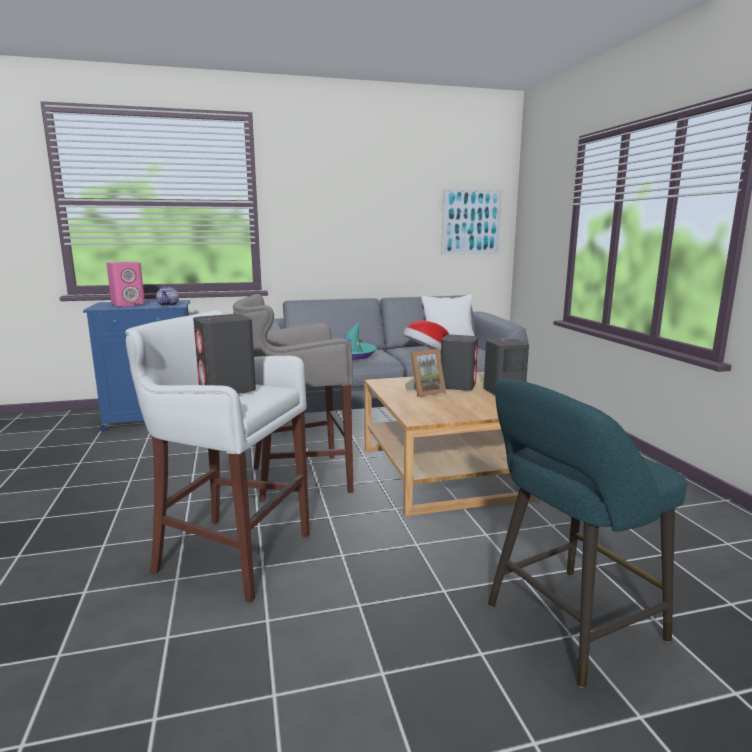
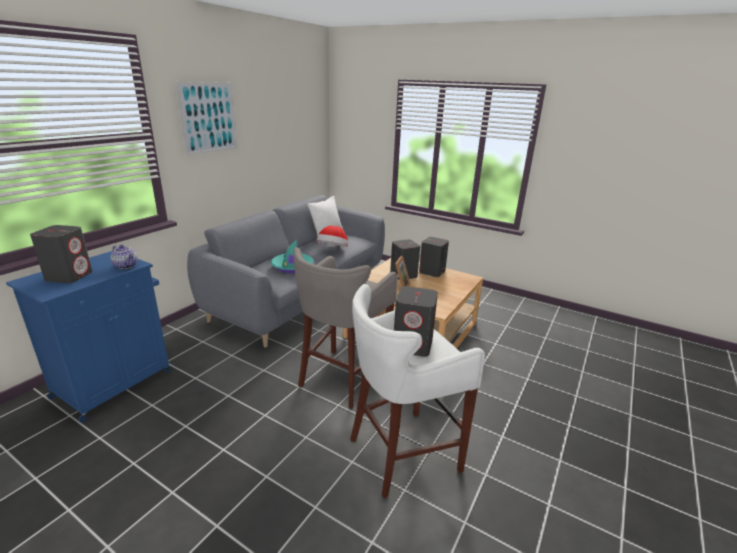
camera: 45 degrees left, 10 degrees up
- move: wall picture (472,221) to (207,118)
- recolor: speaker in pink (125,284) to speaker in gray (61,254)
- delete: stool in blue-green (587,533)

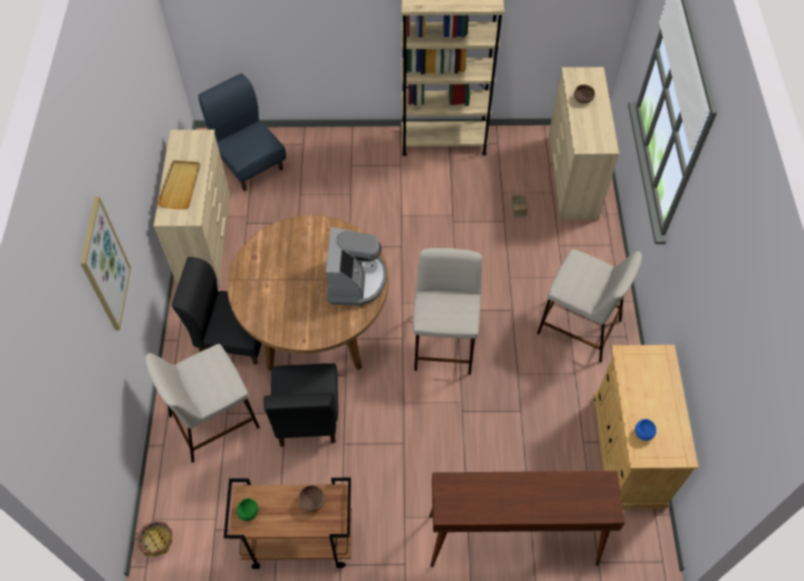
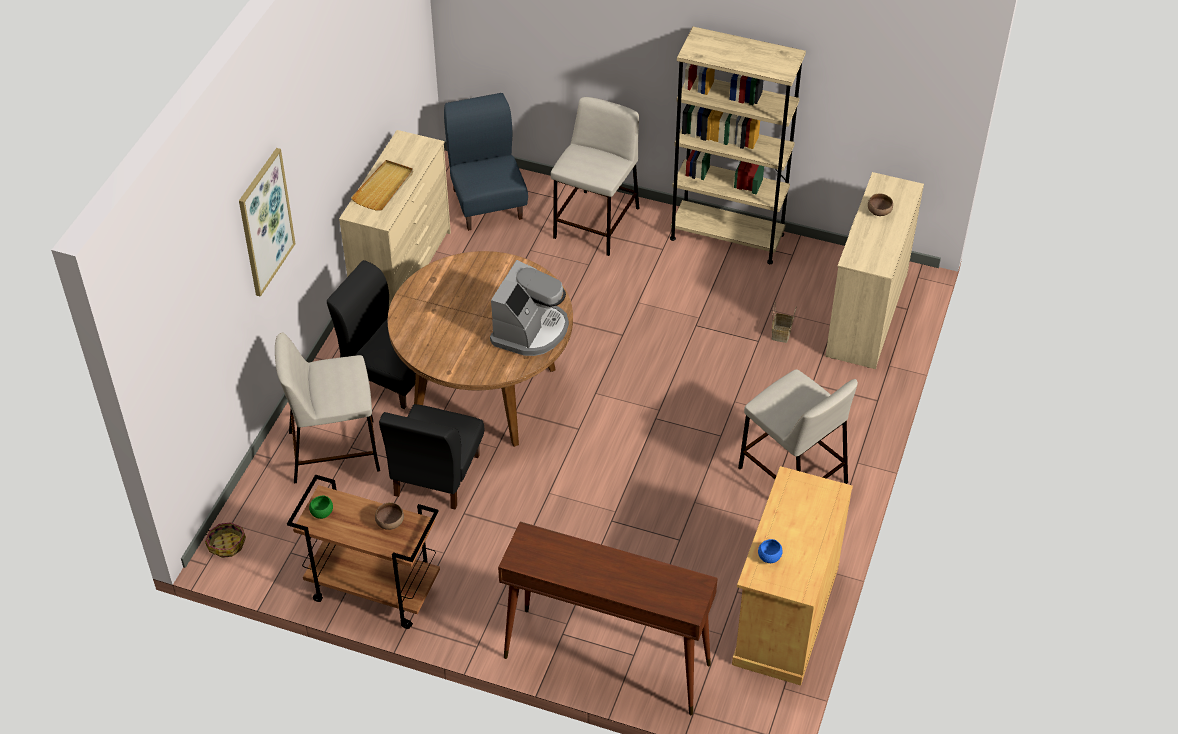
camera: 20 degrees right, 10 degrees down
- move: stool in sand-coloured (447,311) to (595,176)

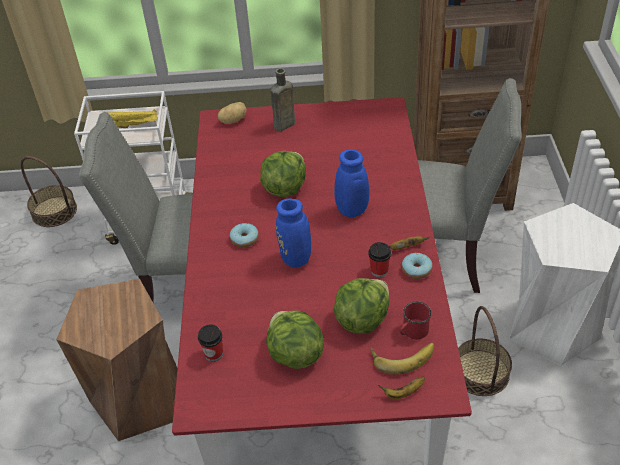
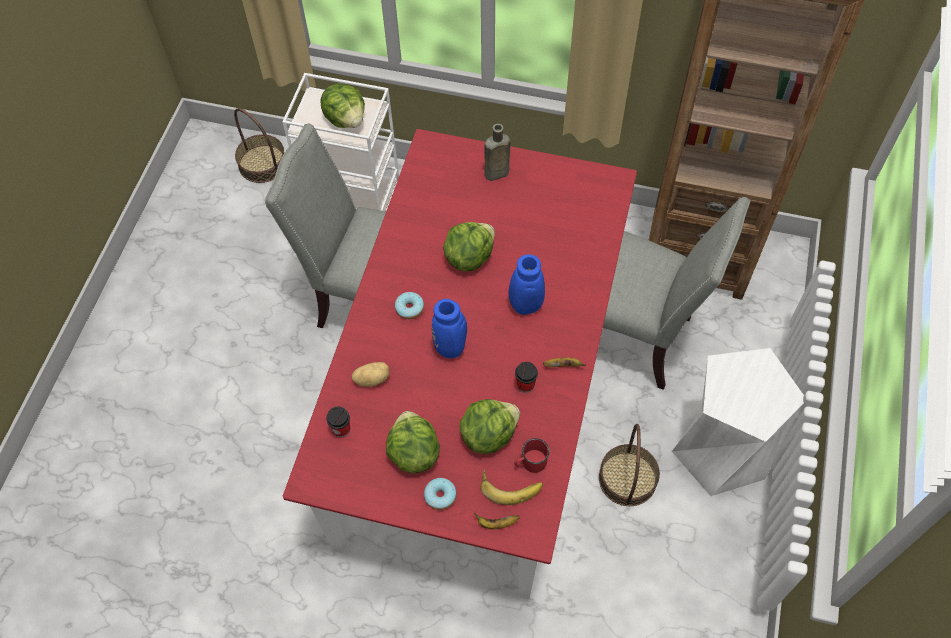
camera: 15 degrees right, 15 degrees up
- move: spud (232,113) to (370,374)
- replace: tray in yellowish (130,118) to head of lettuce (343,105)
- move: doughnut (417,266) to (440,494)
- delete: stool in brown-coloured (116,360)

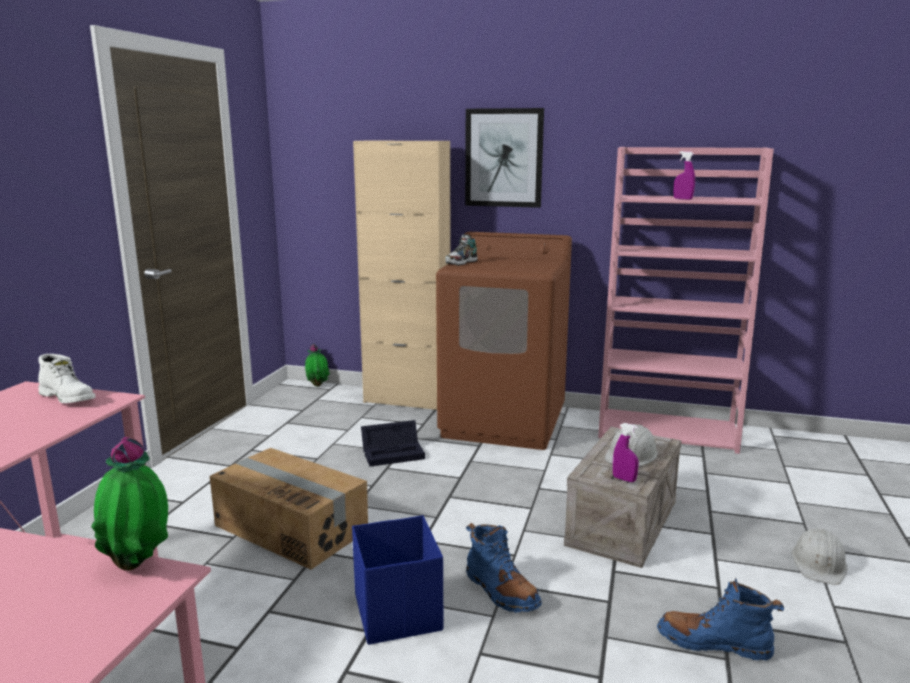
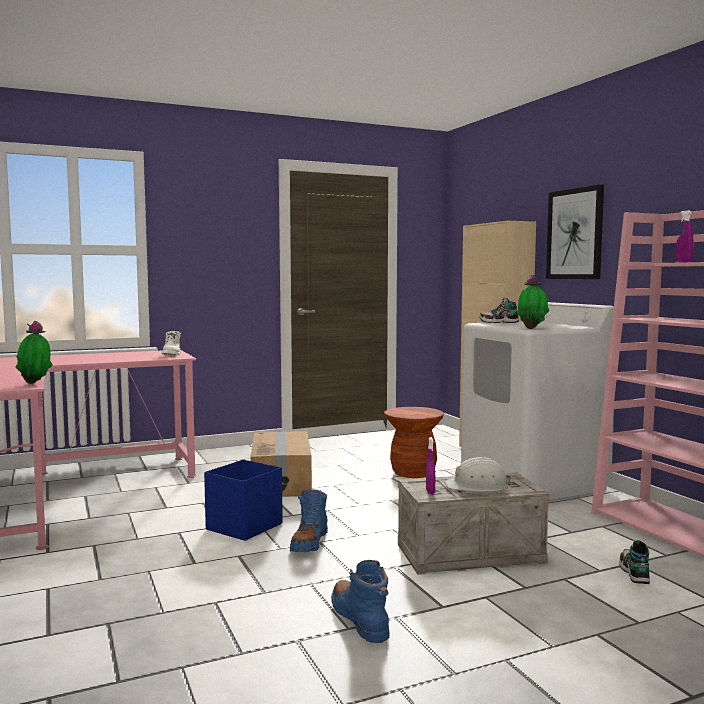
camera: 50 degrees right, 10 degrees down
- recolor: washing machine in brown-coloured (504,341) to washing machine in whitish (537,401)
- move: plant in a pot (317,365) to (533,302)
- replace: storage bin in black-coloured (393,443) to stool in brown-coloured (414,442)
- delete: work helmet in whitish (819,556)
- insert: low shoe (634,562)

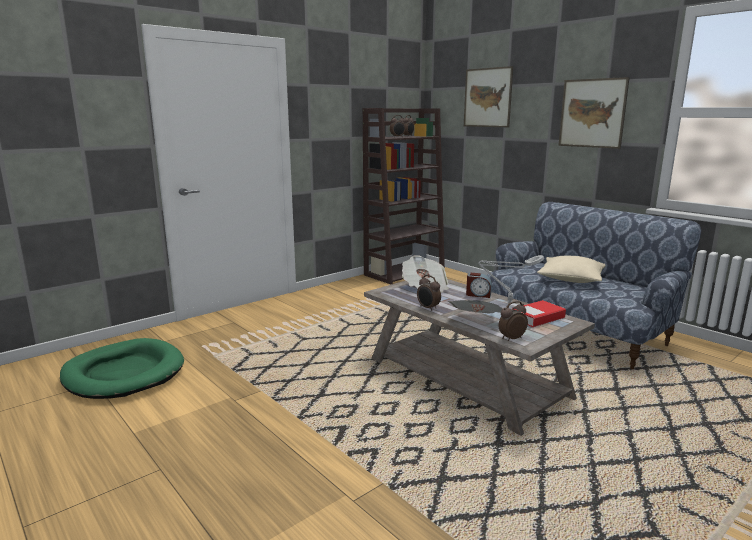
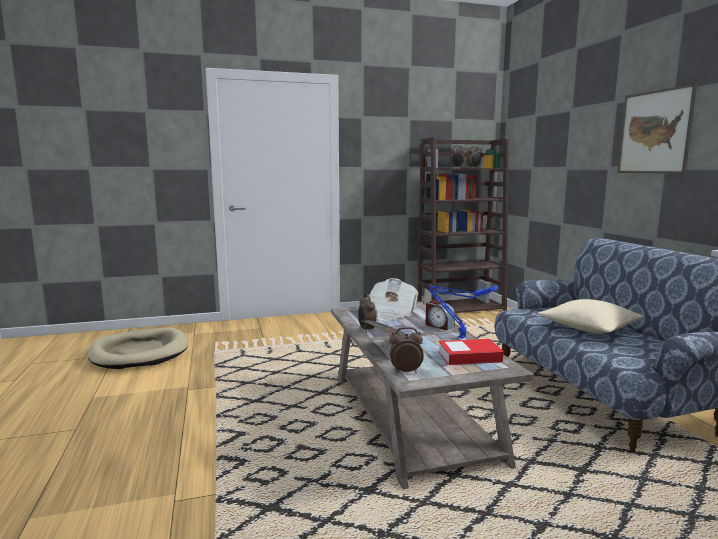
camera: 25 degrees right, 5 degrees down
- delete: wall picture (488,96)
- recolor: tabletop lamp in gray (511,279) to tabletop lamp in blue (463,312)
- recolor: dog bed in green-coloured (122,368) to dog bed in sand-coloured (138,348)

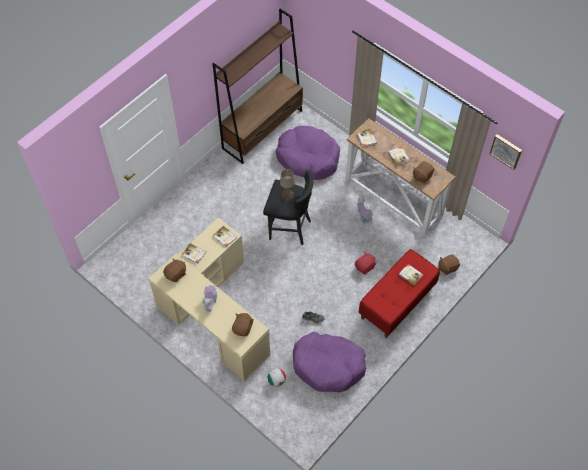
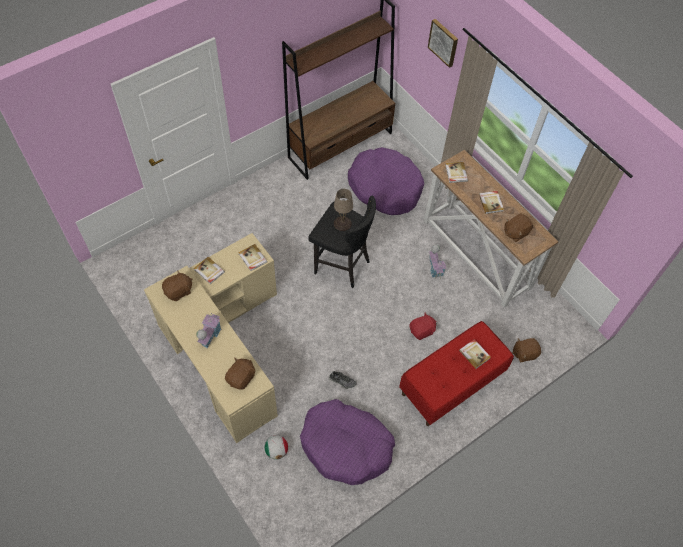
camera: 10 degrees right, 0 degrees up
- move: wall picture (506,152) to (443,43)

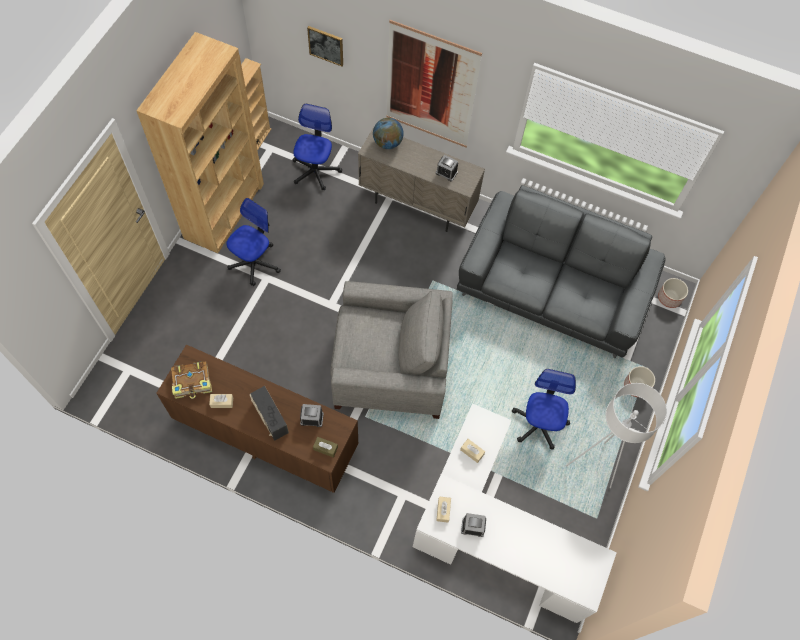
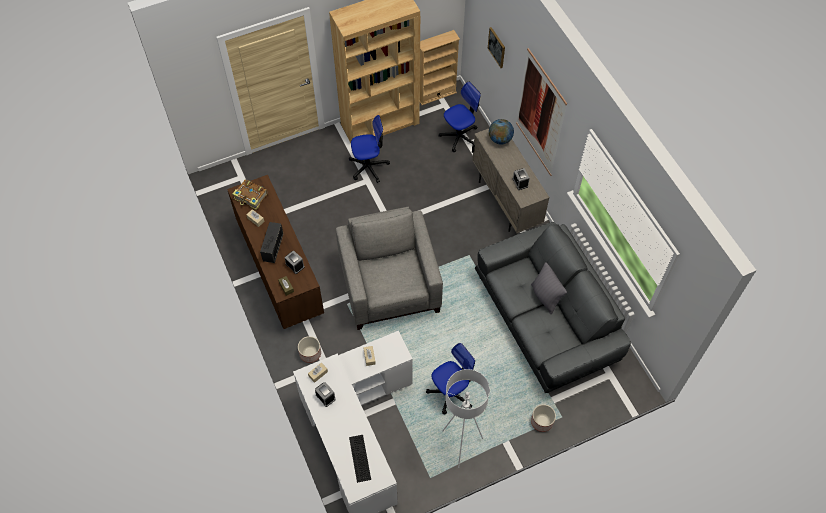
camera: 45 degrees right, 5 degrees down
- move: flower pot (673,293) to (309,349)
- rotate: lounge chair in gray (392,350) = (389,268) 150 degrees counterclockwise
- insert: throw pillow in gray (549,288)
- insert: keyboard (360,459)

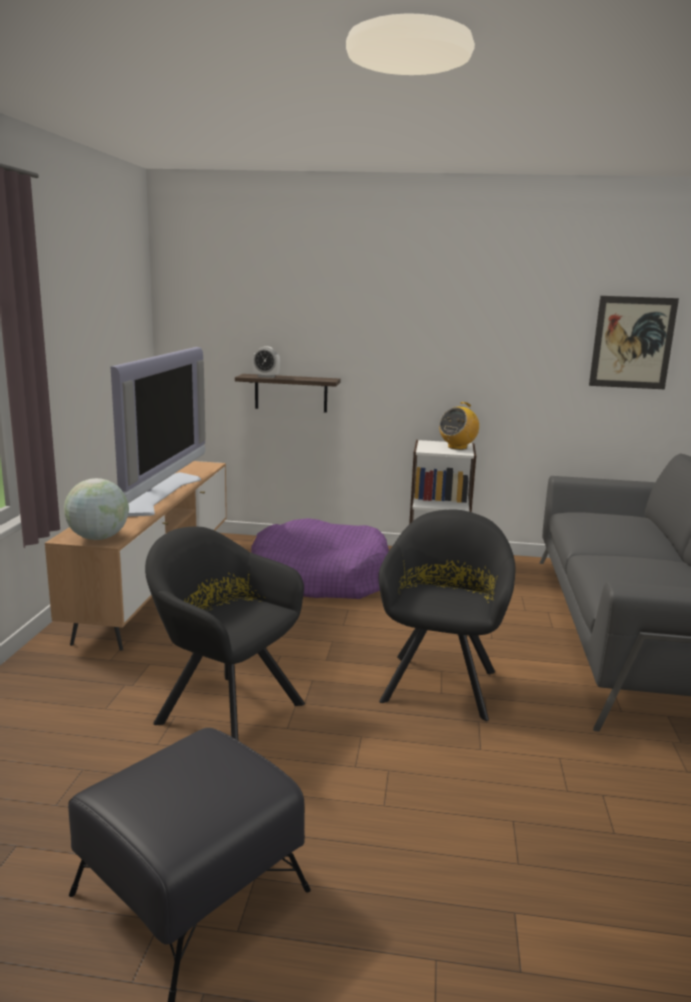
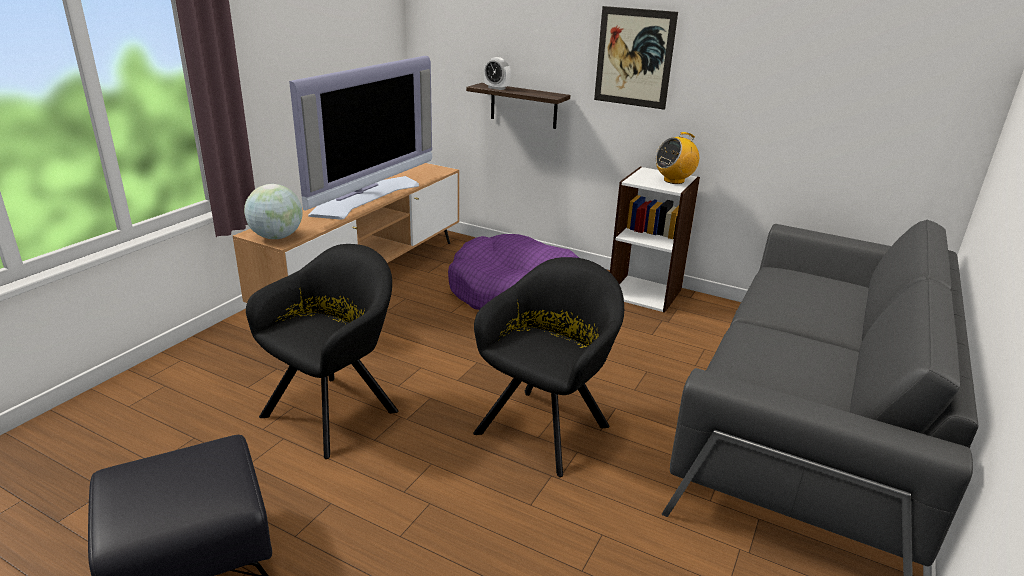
camera: 20 degrees right, 10 degrees up
- move: wall picture (634,342) to (636,58)
- rotate: lounge chair in black-coloured (225,633) = (322,351) 75 degrees clockwise

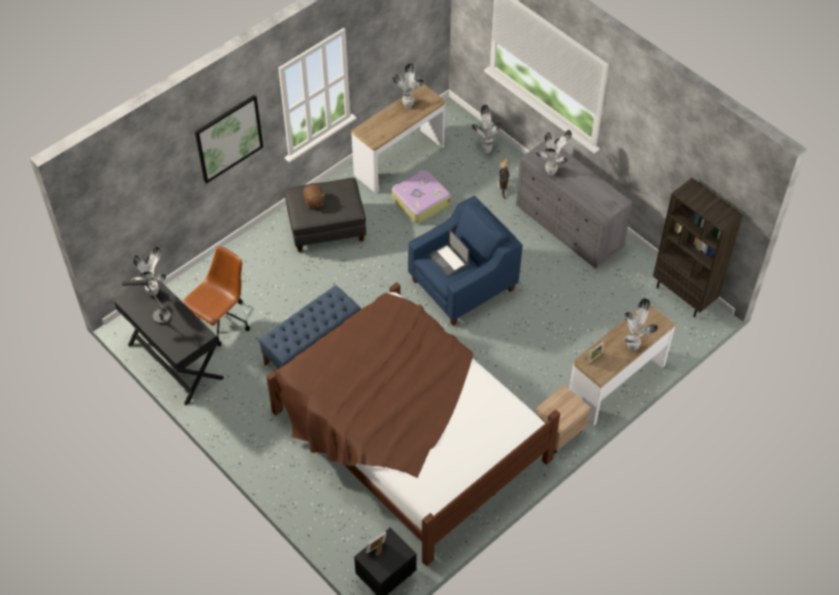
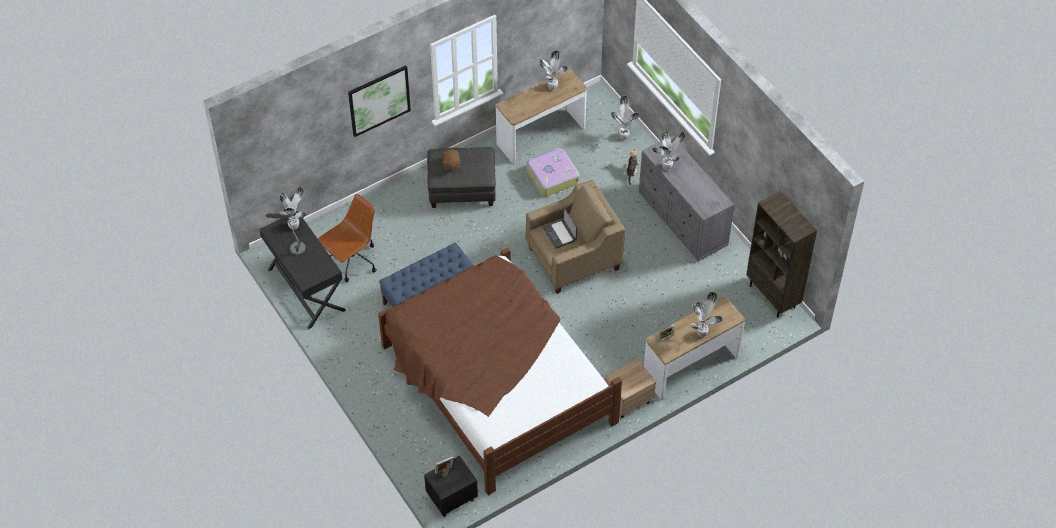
camera: 10 degrees right, 0 degrees up
- recolor: lounge chair in blue (465,261) to lounge chair in sand-coloured (576,237)

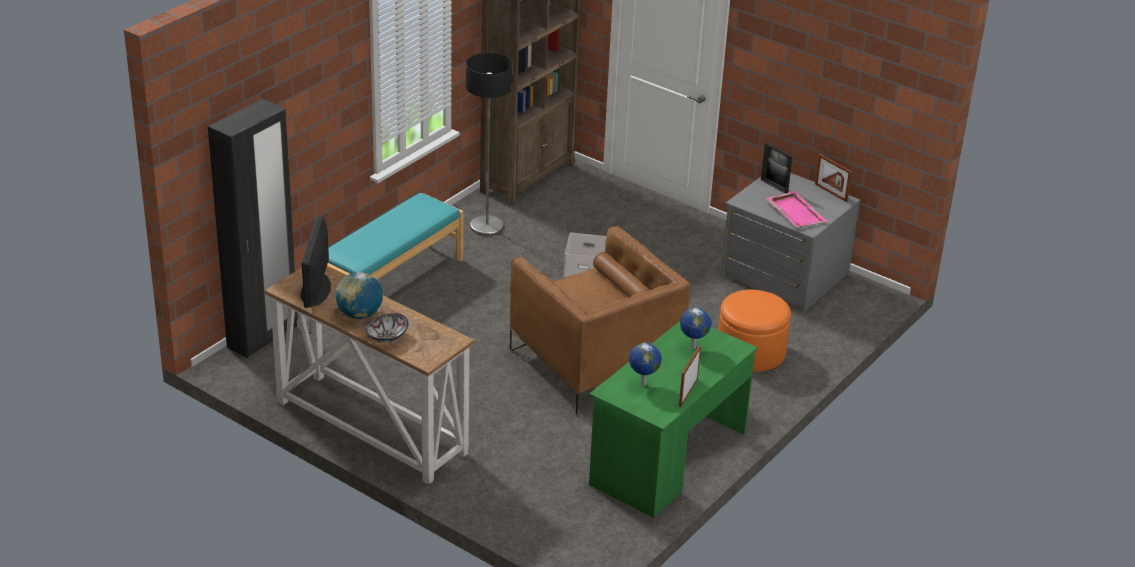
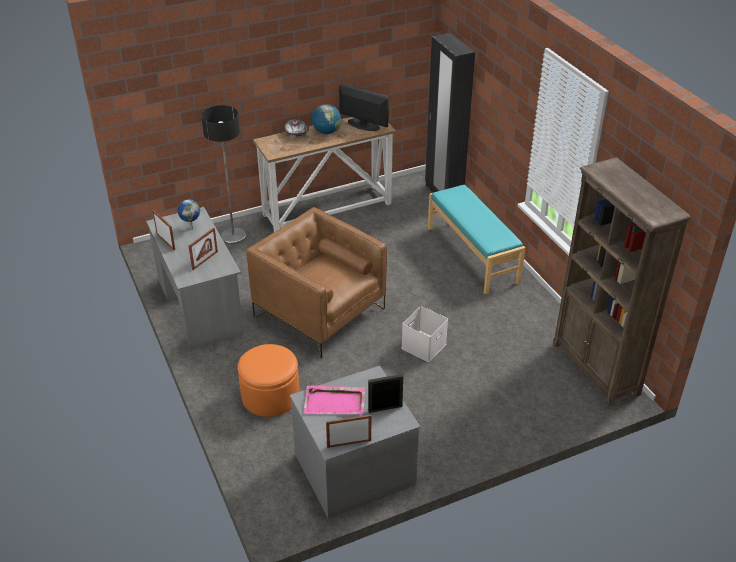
camera: 120 degrees right, 5 degrees up
- move: standing lamp (489,144) to (224,174)
- rotate: lounge chair in brown-coloured (600,320) = (316,282) 45 degrees clockwise
- replace: globe (696,328) to photo frame (203,249)
- recolor: desk unit in green-coloured (673,419) to desk unit in gray (195,279)

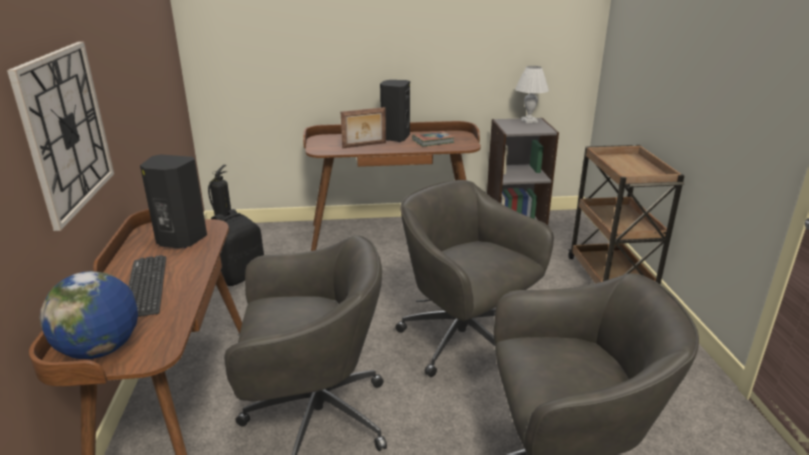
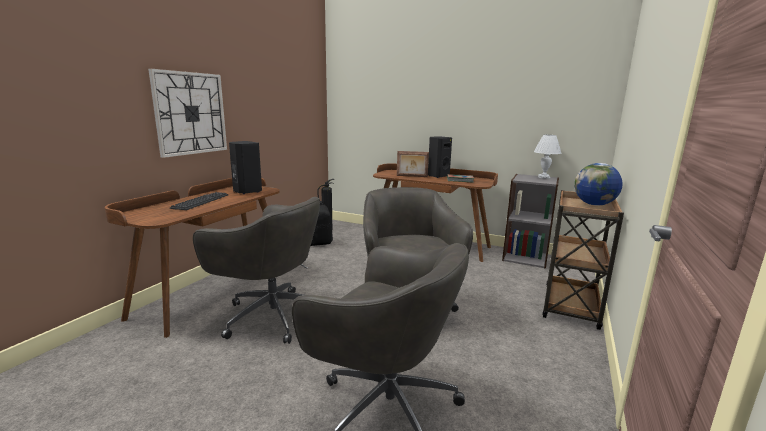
camera: 30 degrees right, 10 degrees down
- move: globe (88,315) to (598,184)

